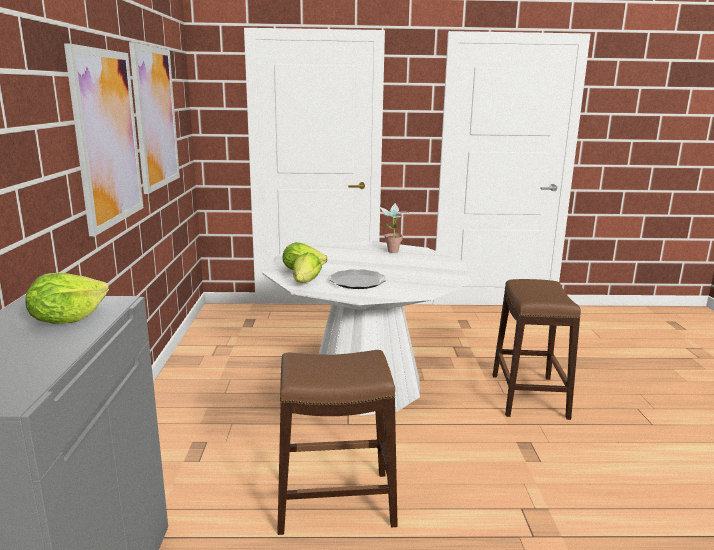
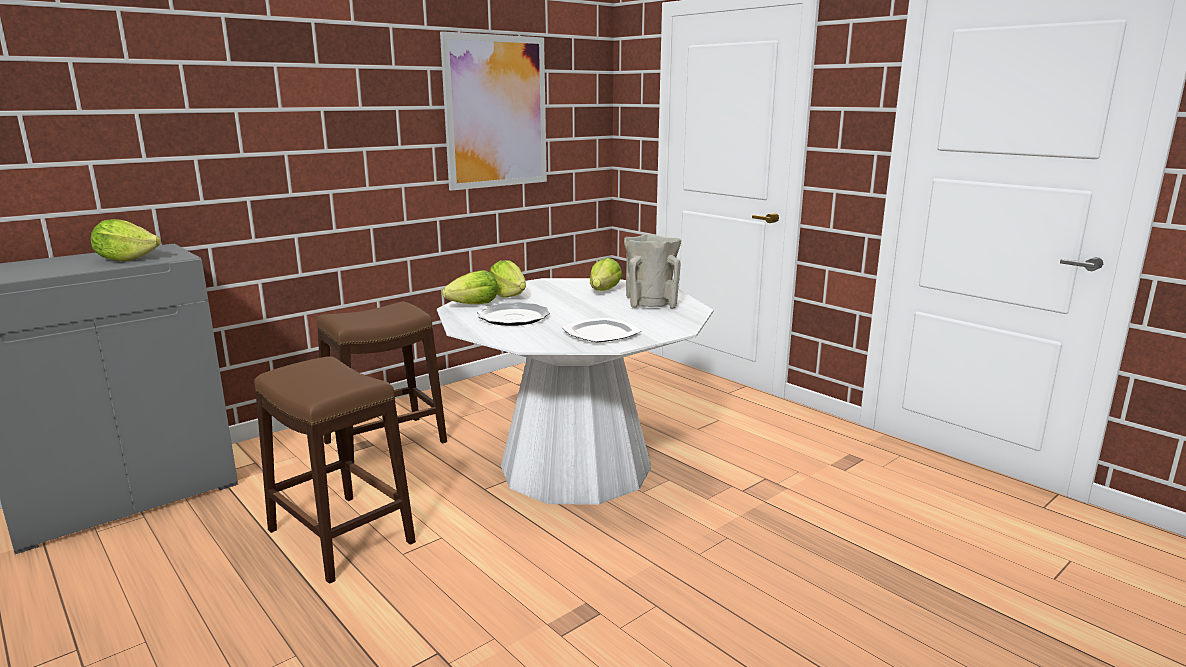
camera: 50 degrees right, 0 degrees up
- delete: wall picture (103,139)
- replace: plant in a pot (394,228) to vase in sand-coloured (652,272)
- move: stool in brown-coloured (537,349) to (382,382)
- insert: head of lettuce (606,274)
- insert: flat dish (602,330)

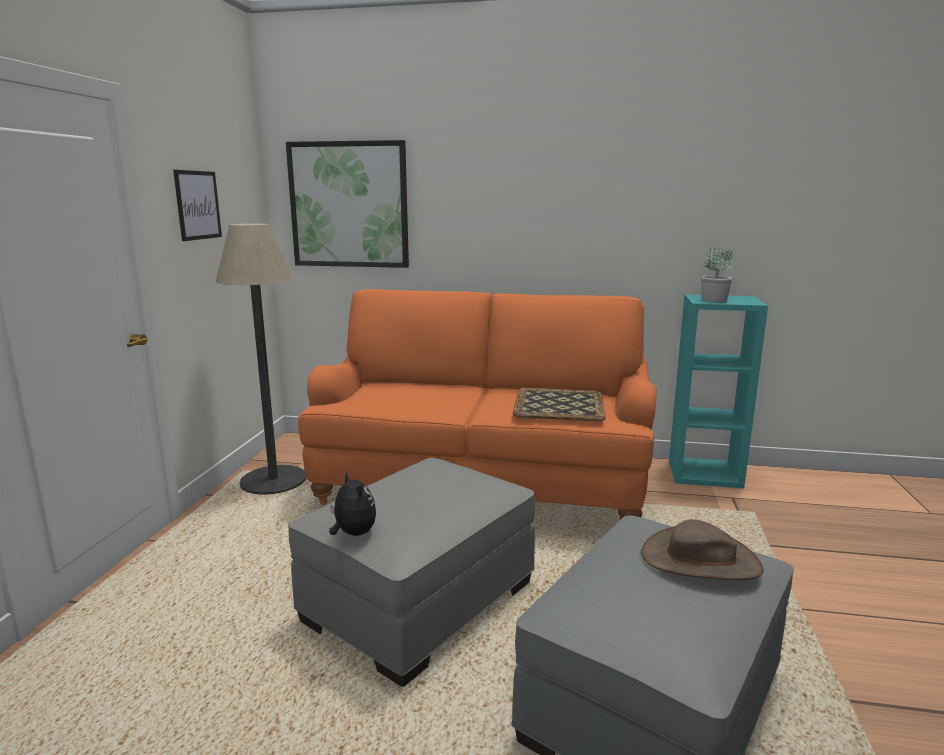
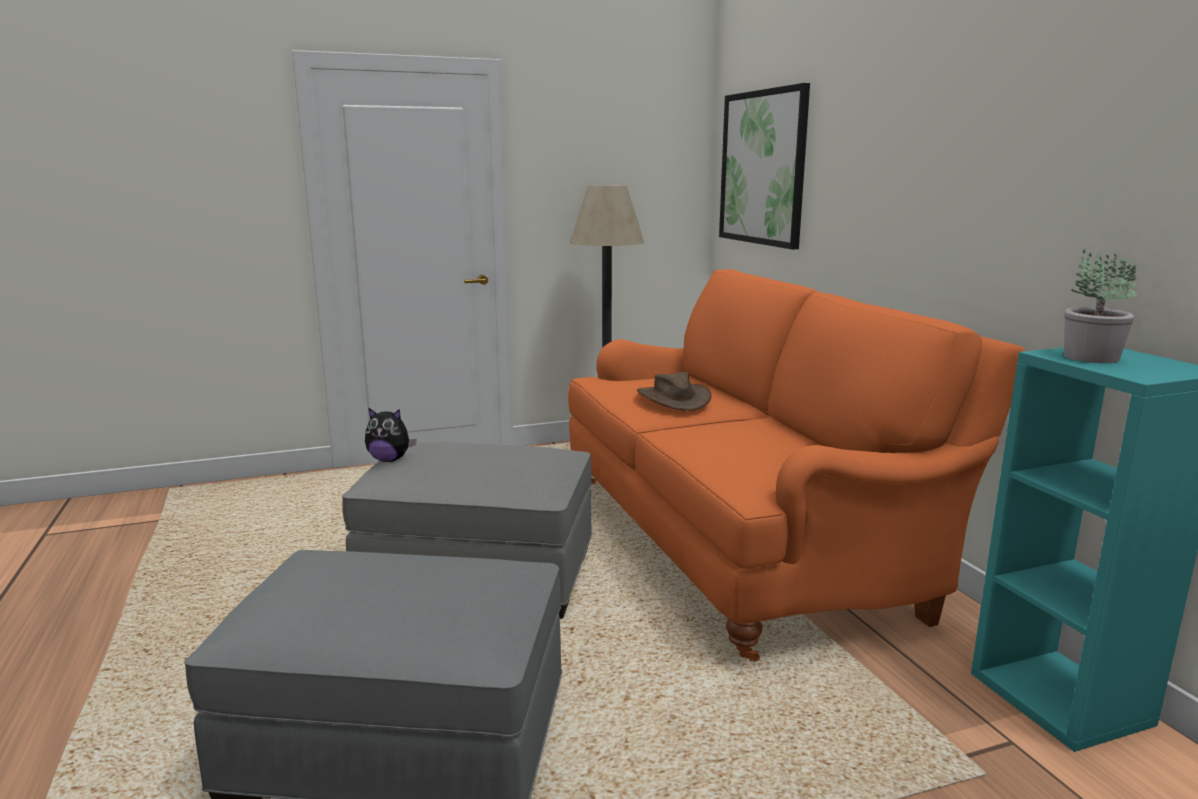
camera: 60 degrees right, 0 degrees up
- delete: wall picture (197,205)
- delete: tray (559,404)
- rotate: cuddly toy (352,504) = (390,435) 75 degrees clockwise
- move: hat in brown-coloured (702,549) to (674,391)

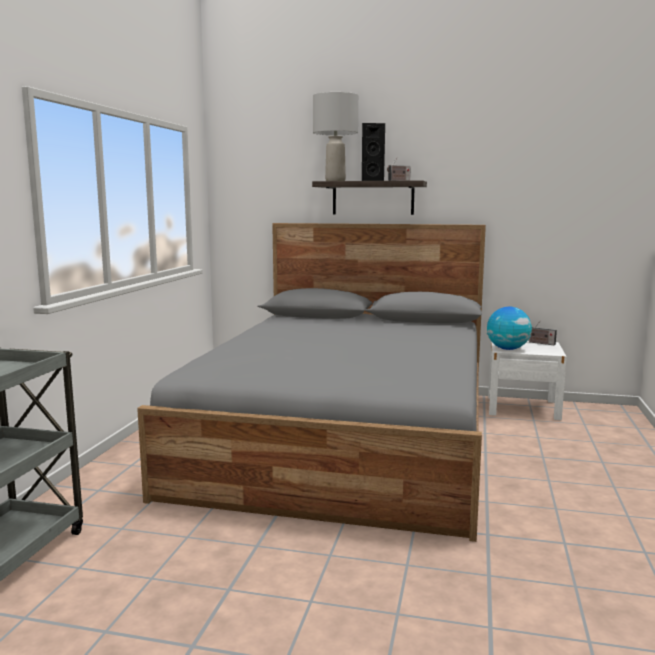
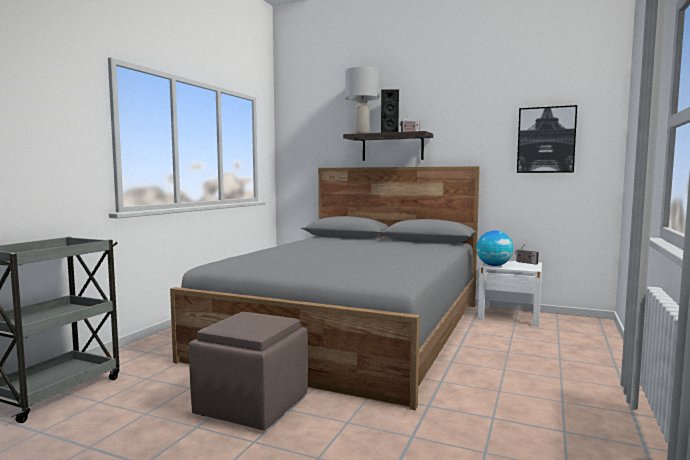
camera: 10 degrees right, 5 degrees down
- insert: wall picture (547,139)
- insert: footrest in brown-coloured (248,371)

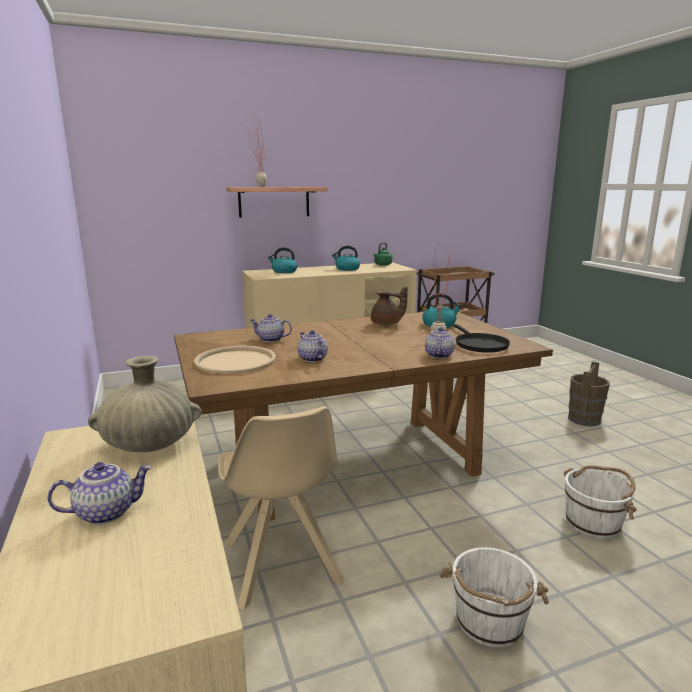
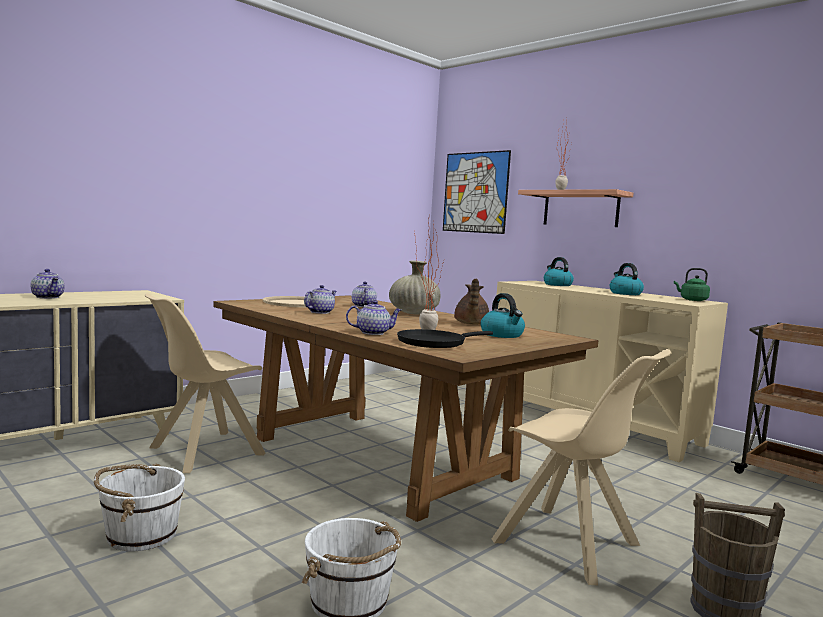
camera: 65 degrees right, 10 degrees down
- move: vase in sand-coloured (145,404) to (414,288)
- insert: wall picture (477,192)
- insert: chair in sand-coloured (581,467)

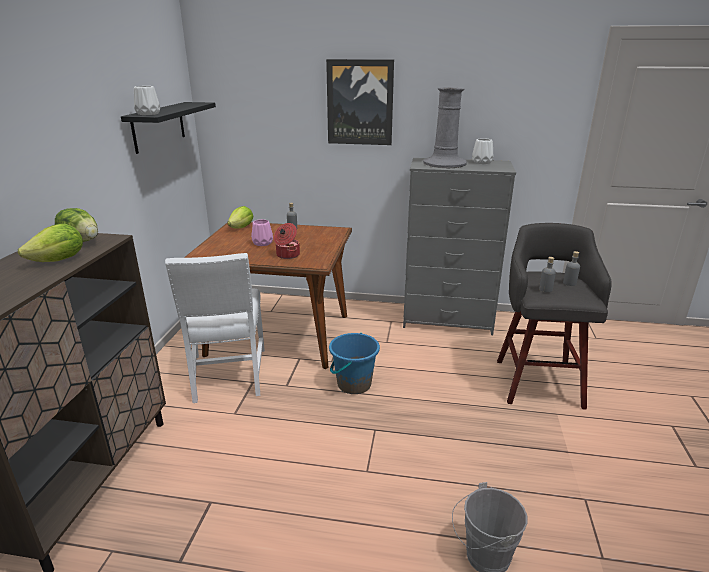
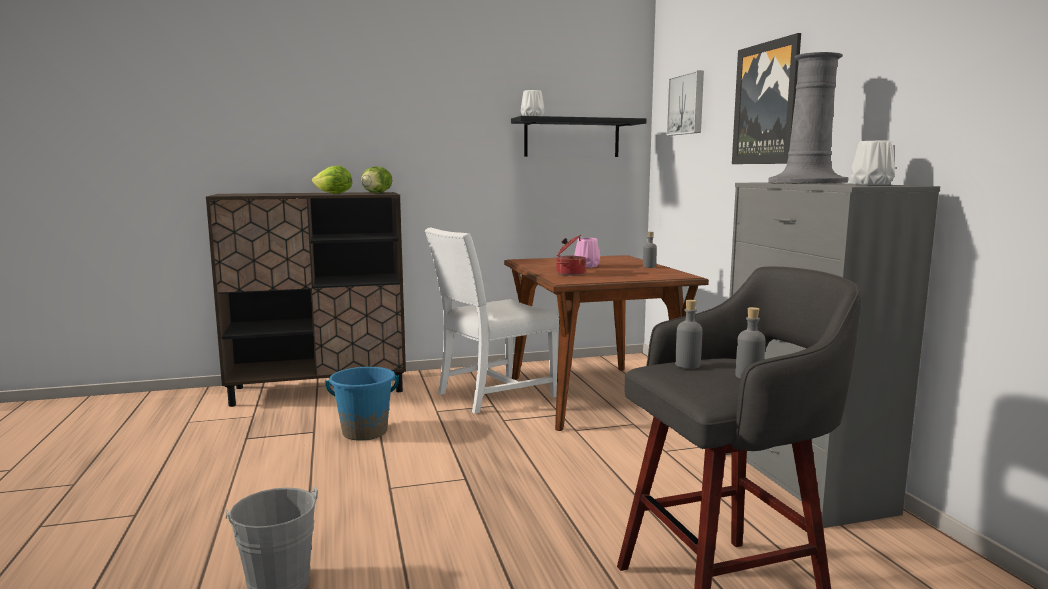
camera: 65 degrees right, 15 degrees down
- delete: head of lettuce (240,217)
- move: pail in blue (354,363) to (362,404)
- insert: wall picture (685,102)

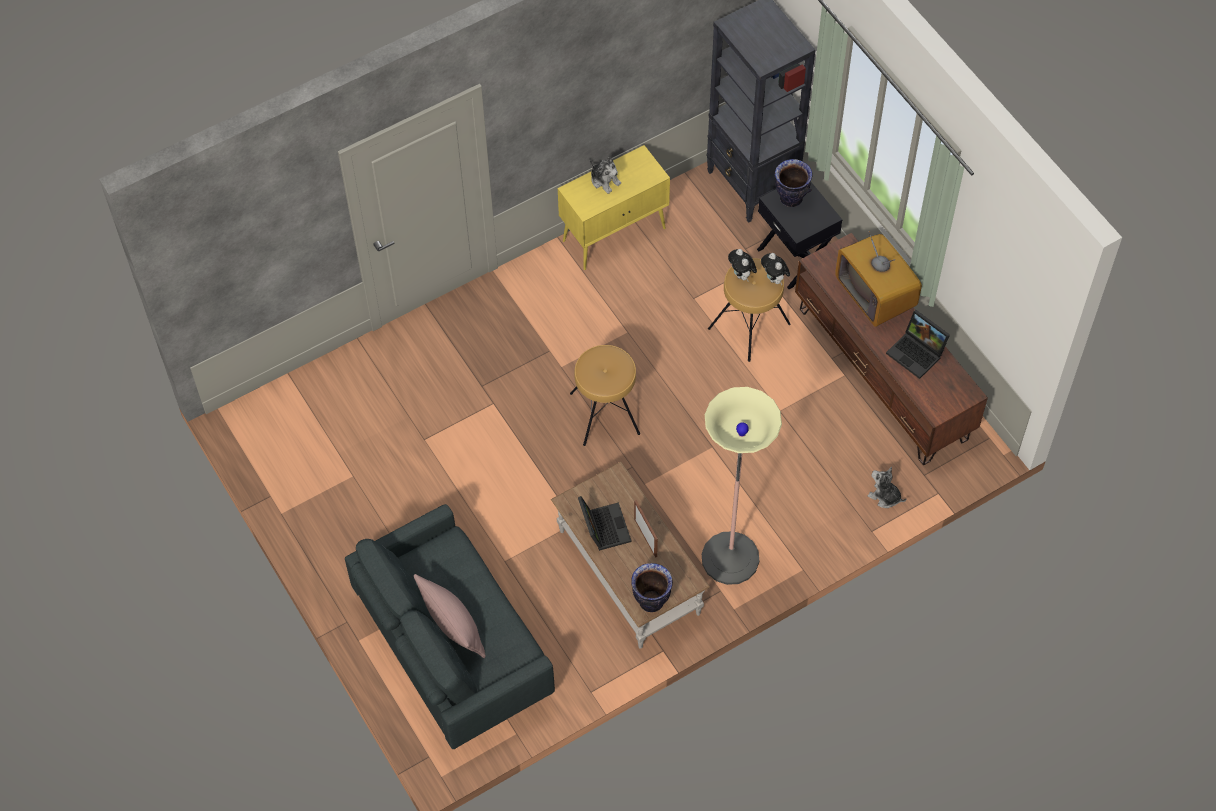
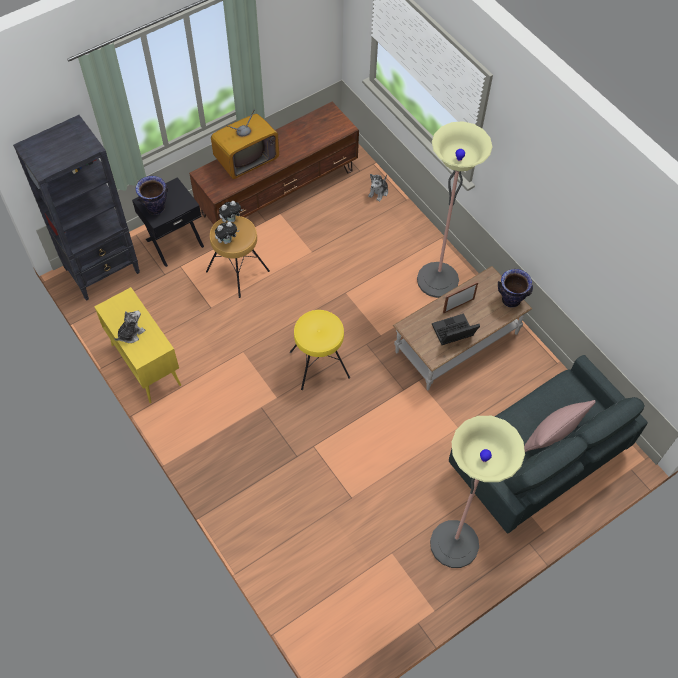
camera: 95 degrees left, 0 degrees up
- delete: portable computer (918,344)
- recolor: stool in brown-coloured (605,395) to stool in yellowish (320,350)
- insert: standing lamp (477,492)

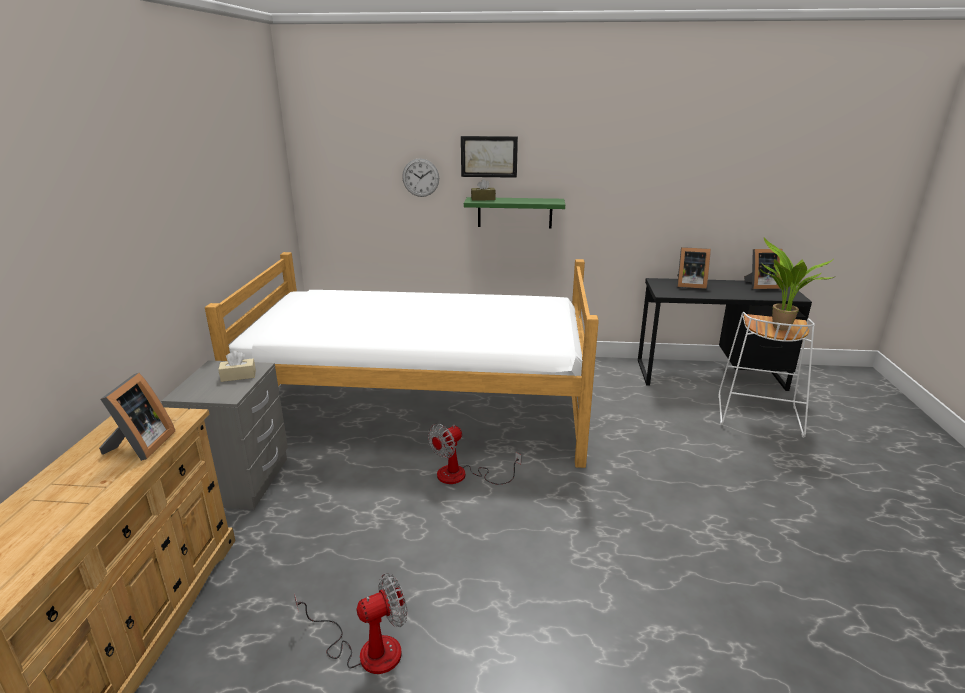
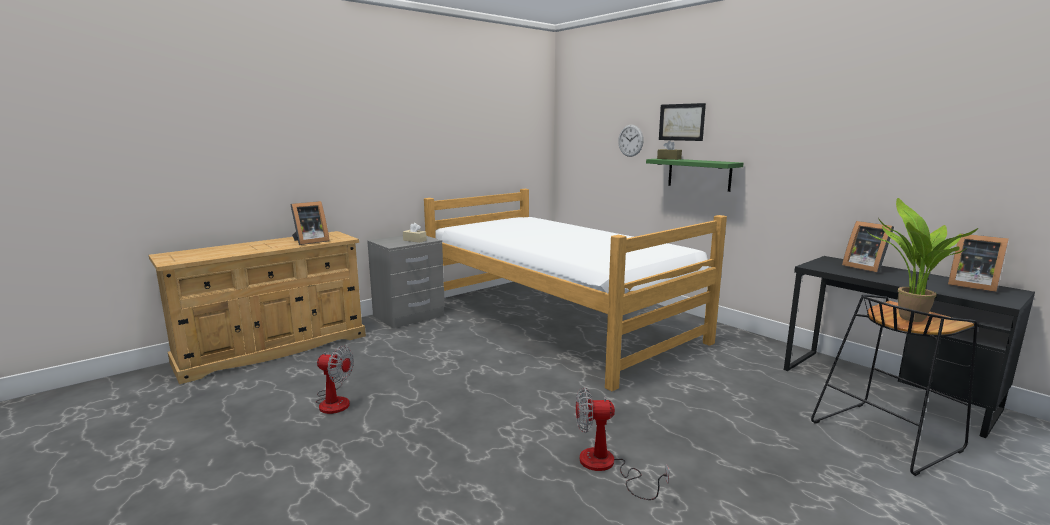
camera: 45 degrees right, 10 degrees down
- recolor: stool in whitish (766,374) to stool in black-coloured (894,385)
- move: cooling fan (474,454) to (622,443)

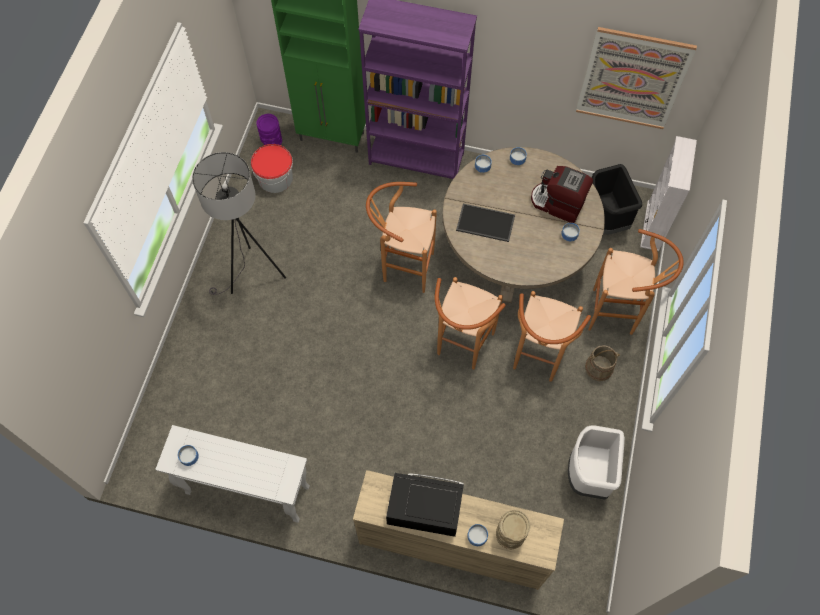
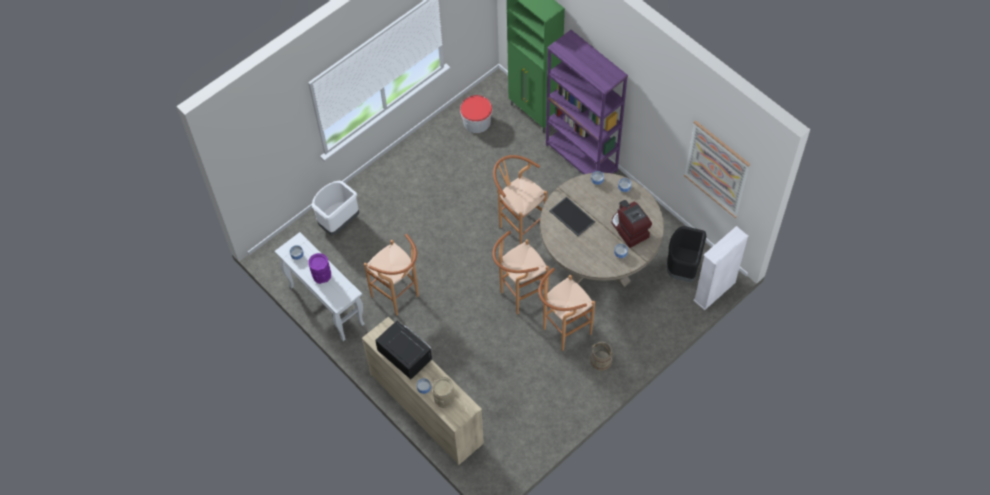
camera: 35 degrees right, 5 degrees down
- move: vase in purple-coloured (269,129) to (319,268)
- delete: standing lamp in gray (239,223)
- move: stool in brown-coloured (636,282) to (391,275)
- move: trash can in whitish (596,462) to (335,208)

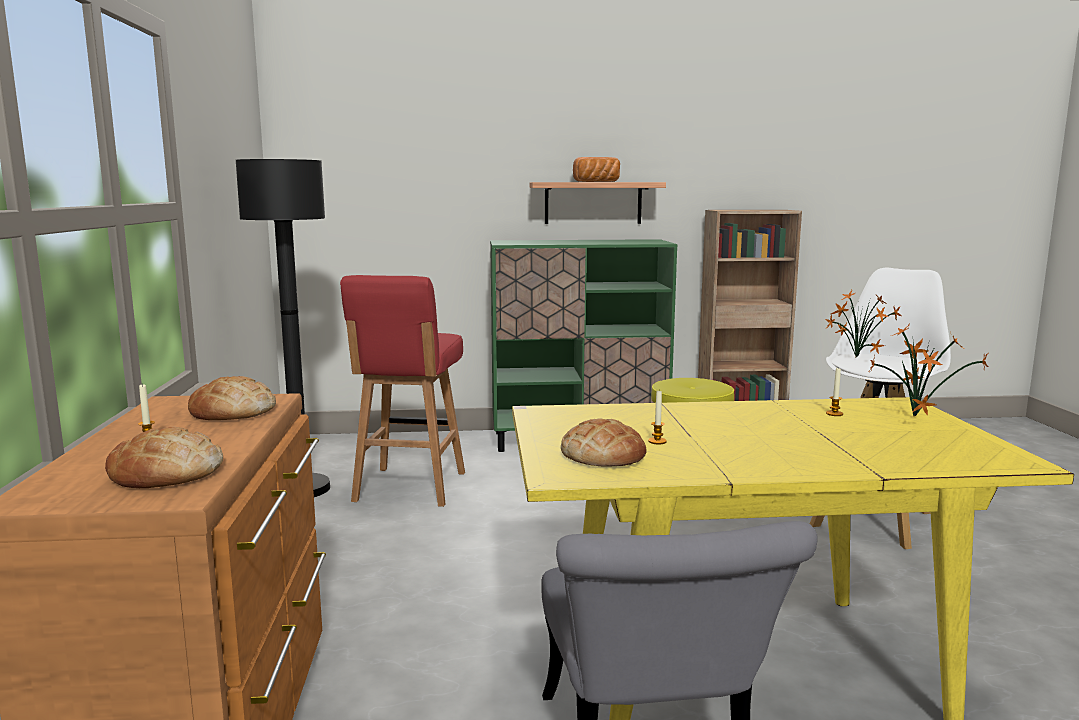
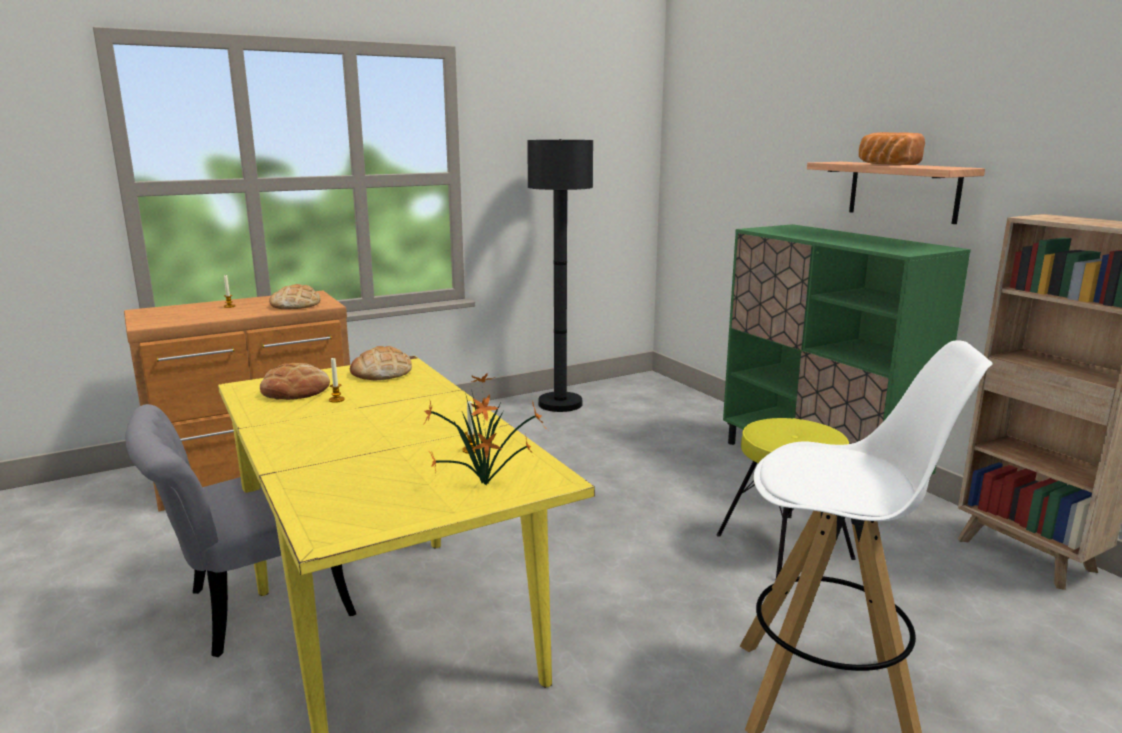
camera: 65 degrees right, 5 degrees up
- delete: stool in red-coloured (402,391)
- delete: plant in a pot (863,323)
- move: bread (164,457) to (381,363)

